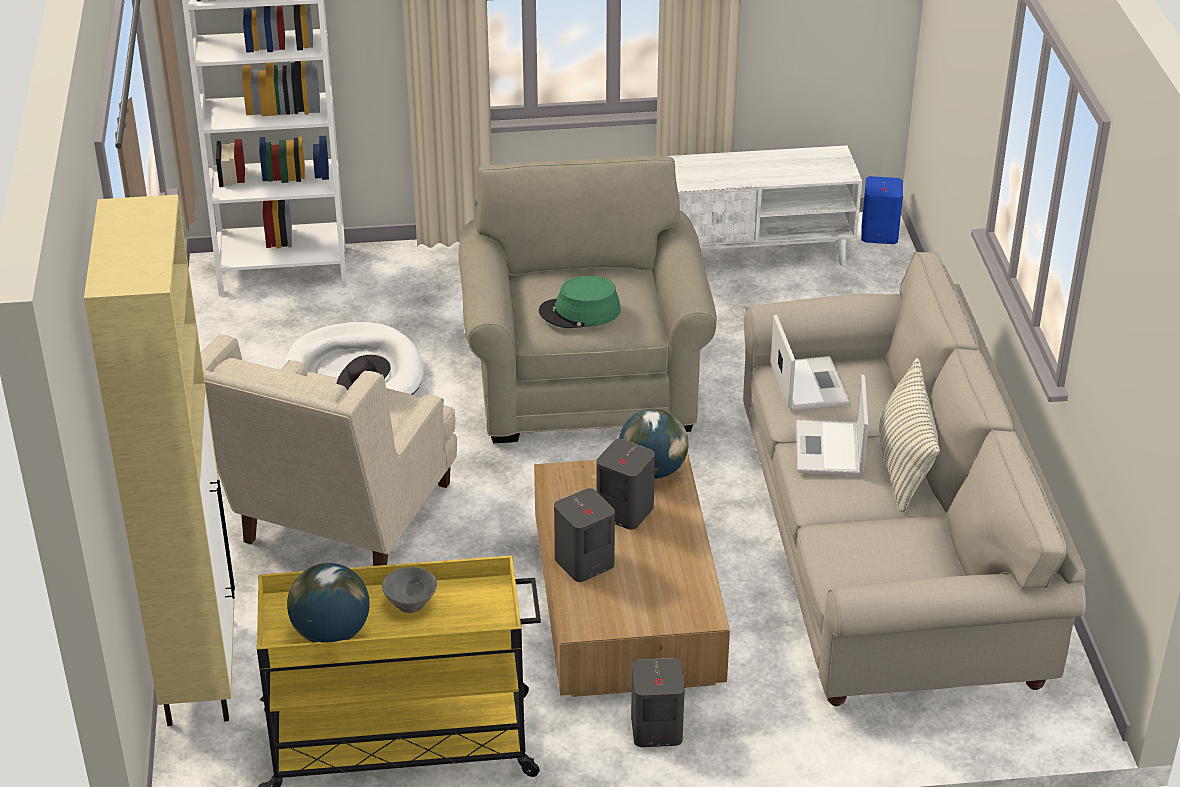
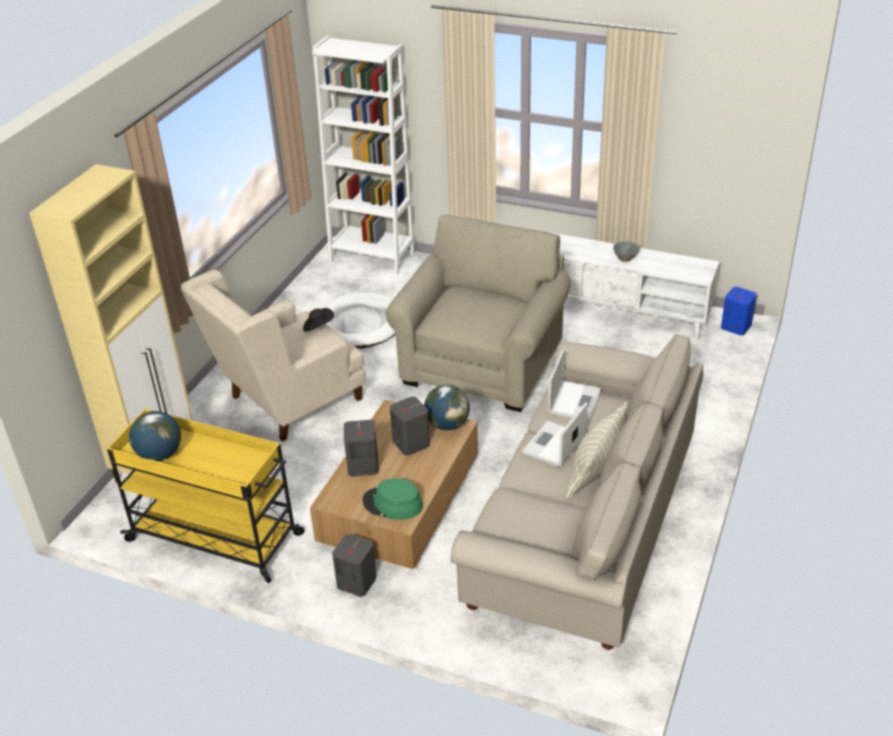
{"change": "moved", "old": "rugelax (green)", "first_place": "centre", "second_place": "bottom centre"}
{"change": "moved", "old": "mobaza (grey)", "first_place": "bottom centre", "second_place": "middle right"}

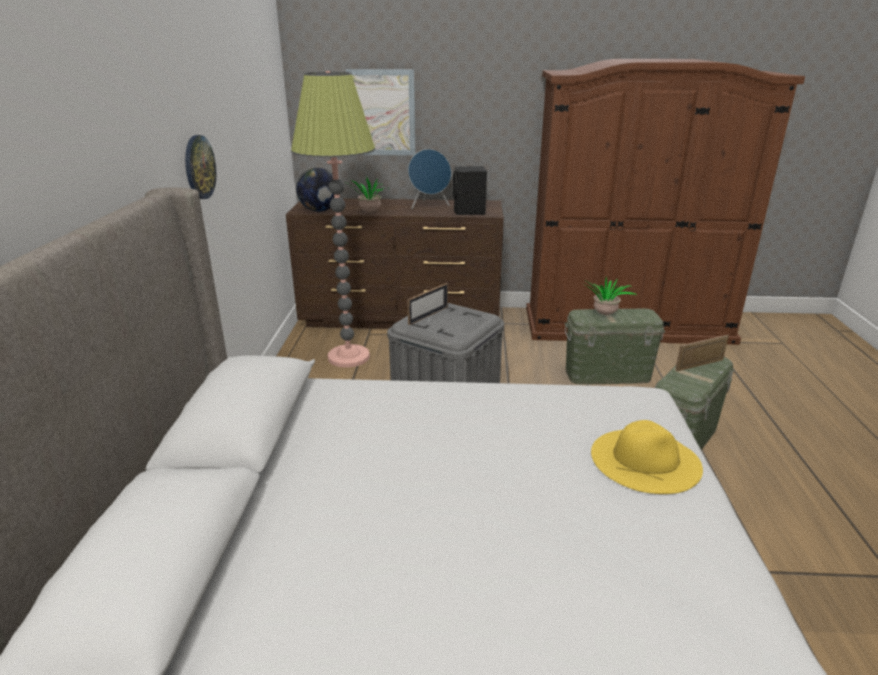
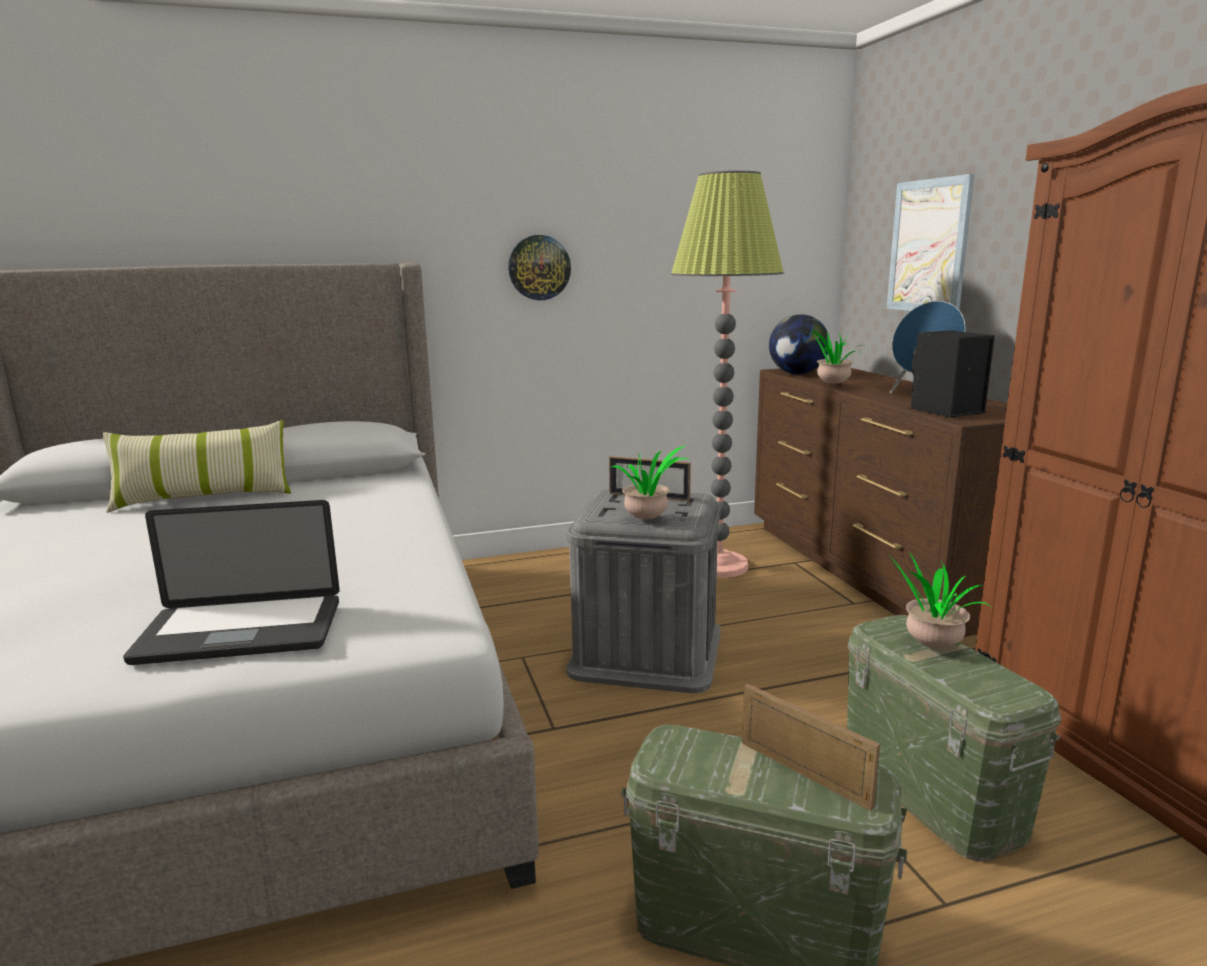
{"change": "replaced", "old": "rugelax (yellow)", "new": "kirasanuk", "first_place": "bottom right", "second_place": "middle left"}
{"change": "added", "new": "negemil", "second_place": "middle left"}
{"change": "added", "new": "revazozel (1st from left)", "second_place": "centre"}

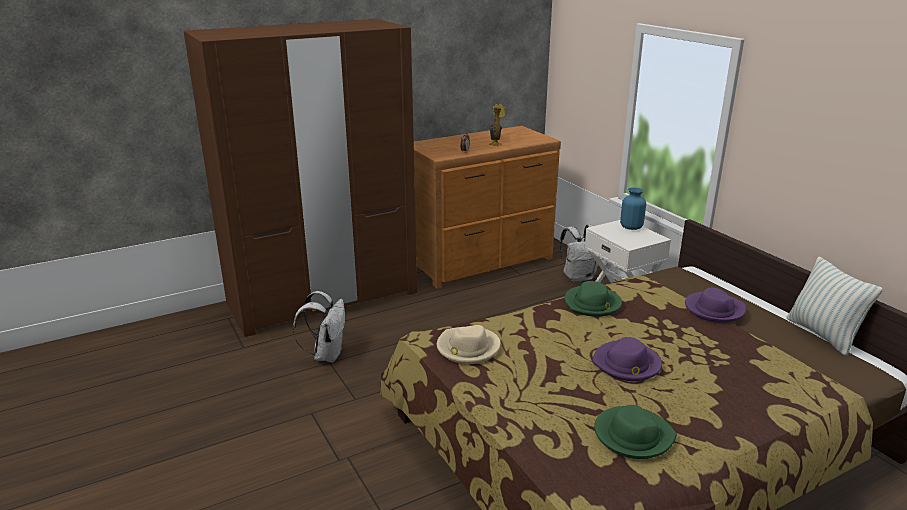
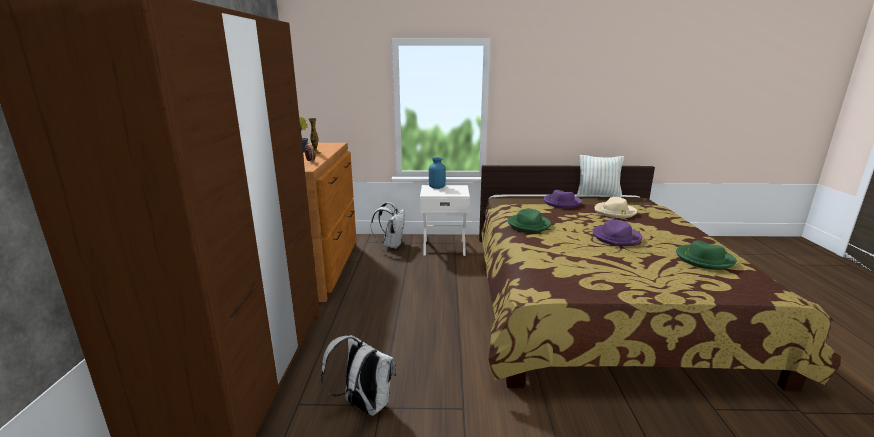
{"change": "moved", "old": "rugelax (beige)", "first_place": "bottom centre", "second_place": "middle right"}

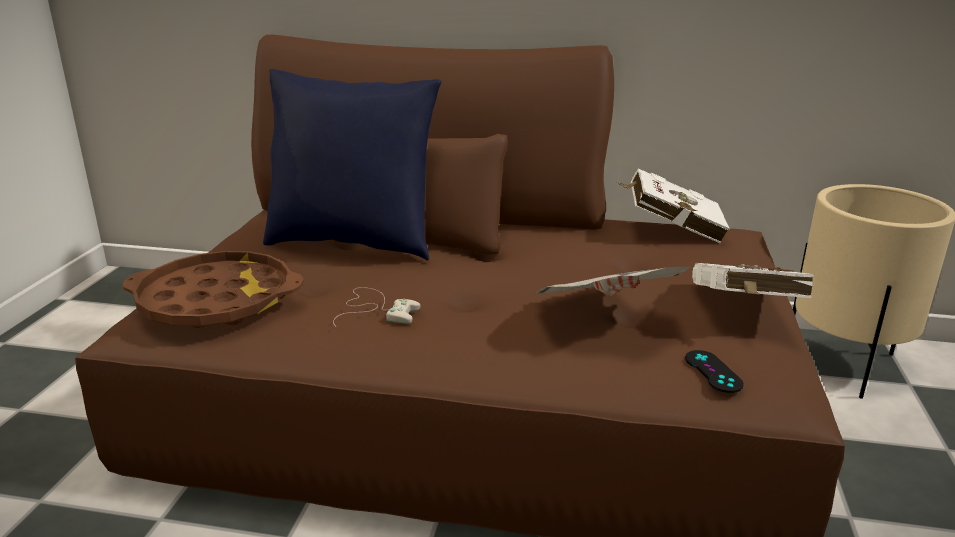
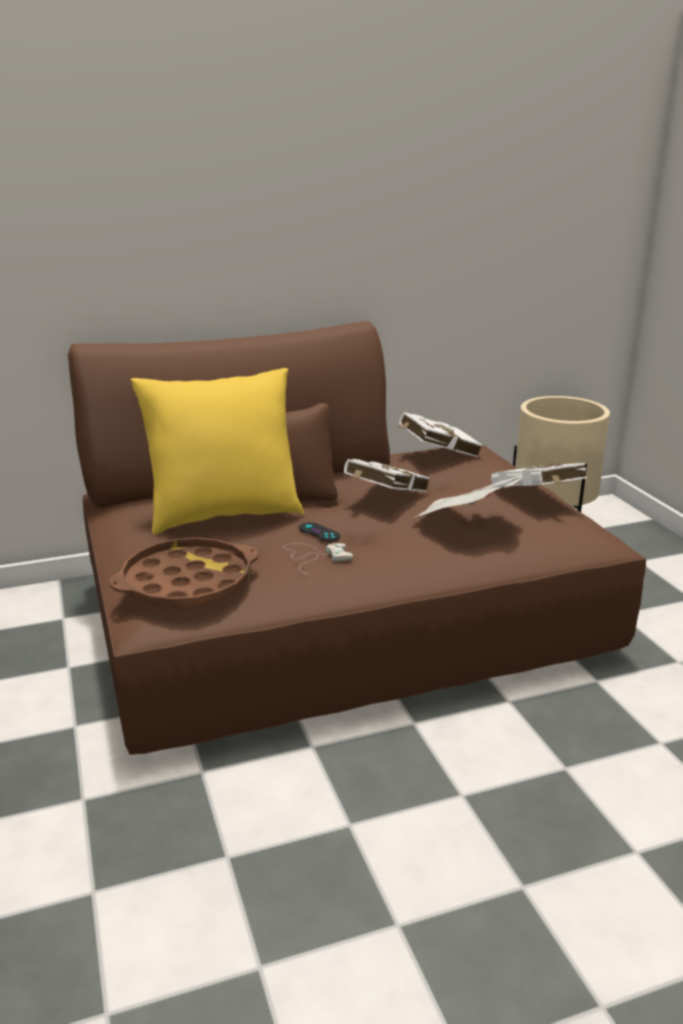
{"change": "recoloured", "old": "negemil (blue)", "new": "negemil (yellow)", "first_place": "top centre", "second_place": "middle left"}
{"change": "moved", "old": "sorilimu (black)", "first_place": "bottom right", "second_place": "centre"}
{"change": "added", "new": "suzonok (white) (1st from left)", "second_place": "centre"}

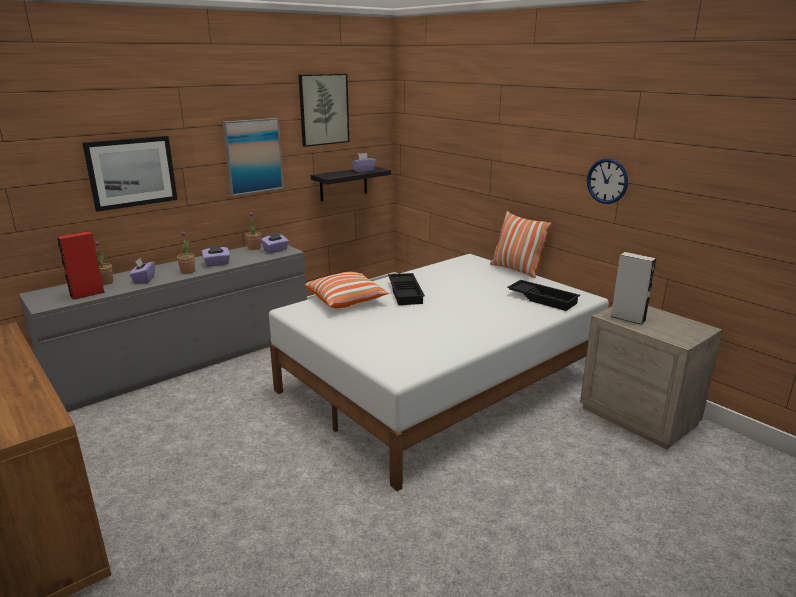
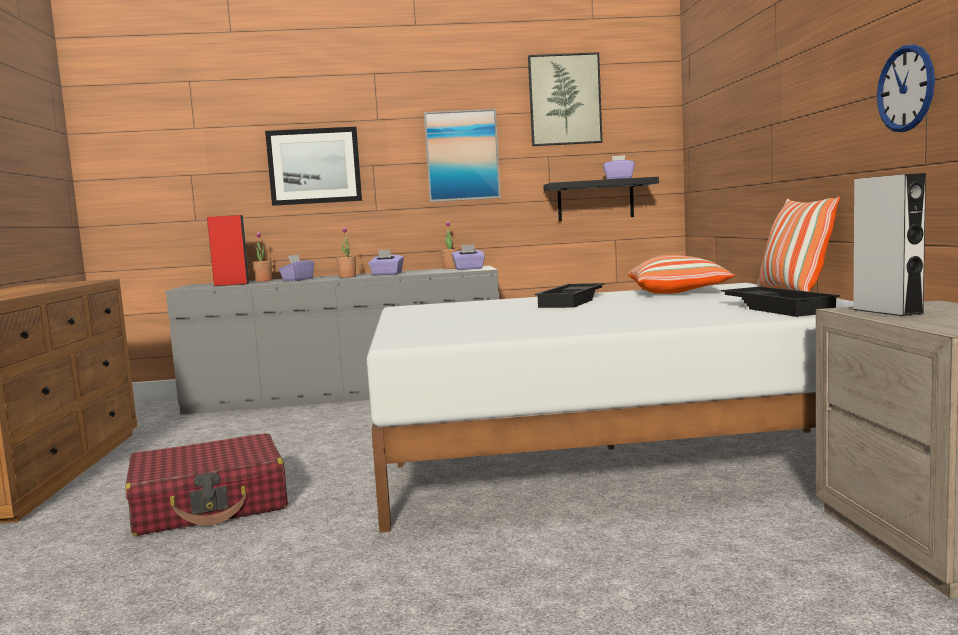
{"change": "moved", "old": "negemil (1st from left)", "first_place": "centre", "second_place": "middle right"}
{"change": "added", "new": "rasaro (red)", "second_place": "bottom left"}

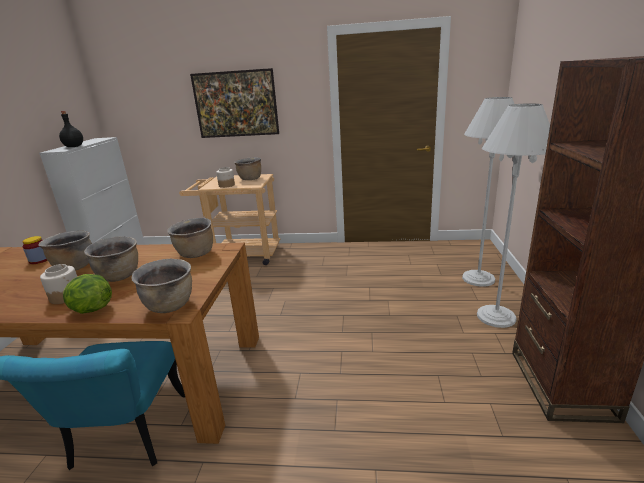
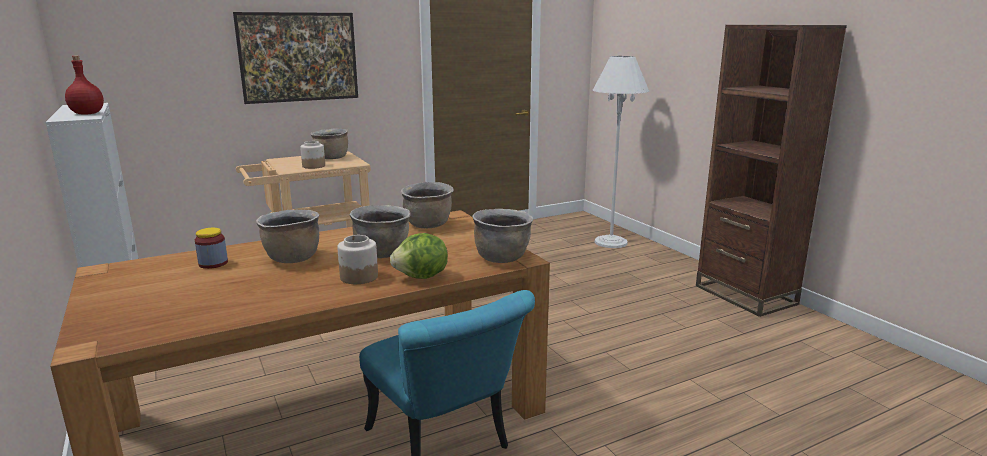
{"change": "removed", "old": "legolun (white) (2nd from left)", "first_place": "middle right"}
{"change": "recoloured", "old": "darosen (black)", "new": "darosen (red)", "first_place": "top left", "second_place": "top left"}

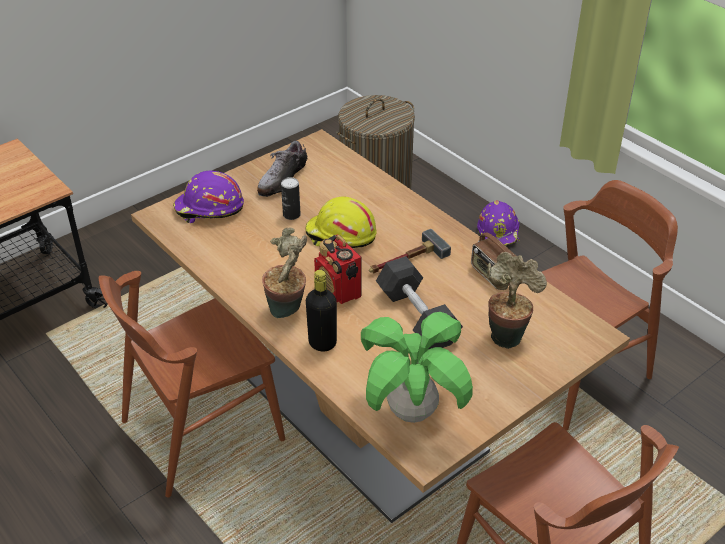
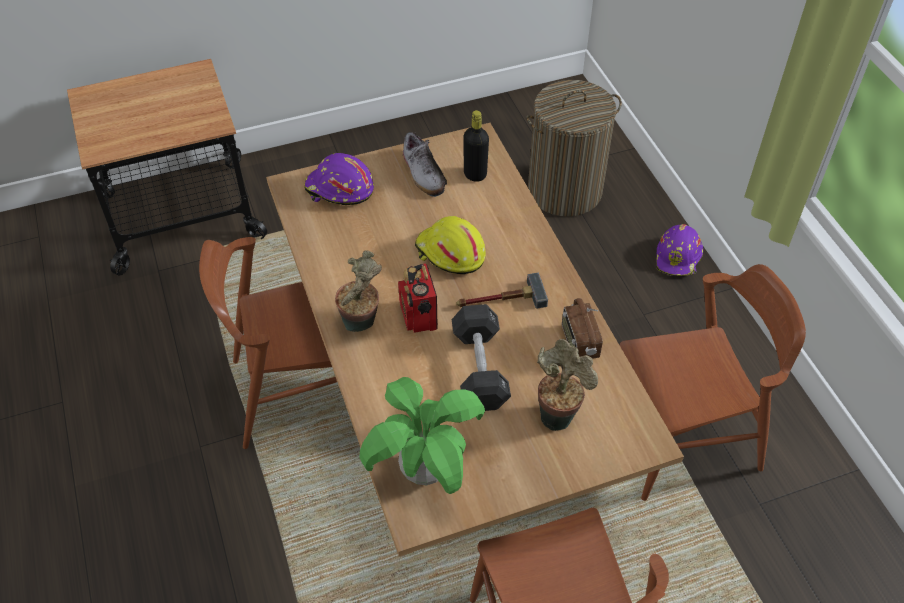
{"change": "turned", "old": "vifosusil", "first_place": "top centre", "second_place": "top centre", "degrees": -75}
{"change": "removed", "old": "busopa", "first_place": "centre"}
{"change": "moved", "old": "darosen (black)", "first_place": "centre", "second_place": "top centre"}

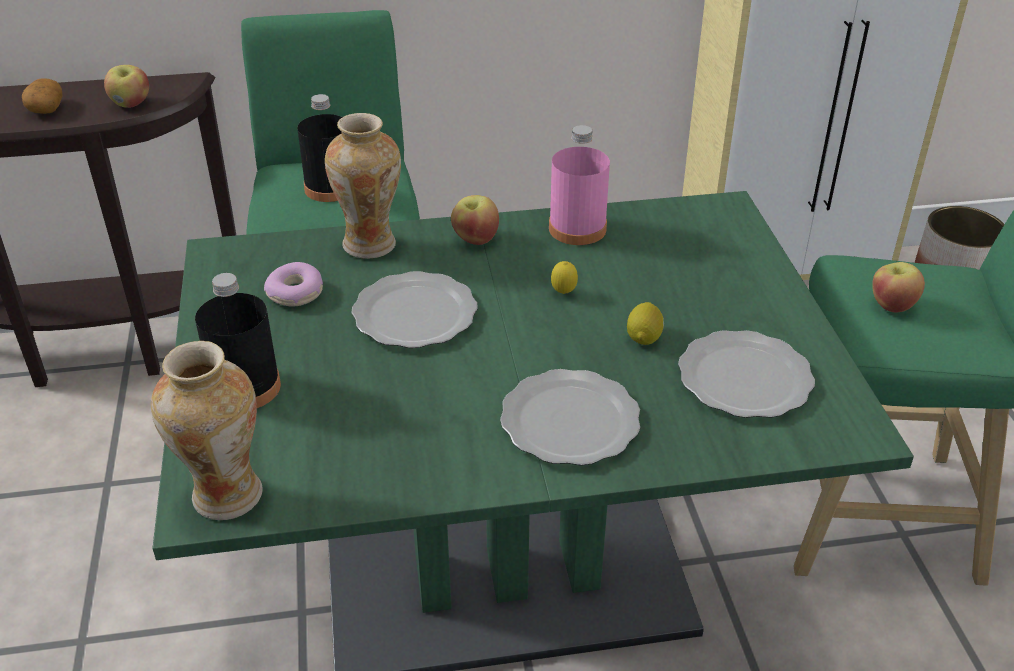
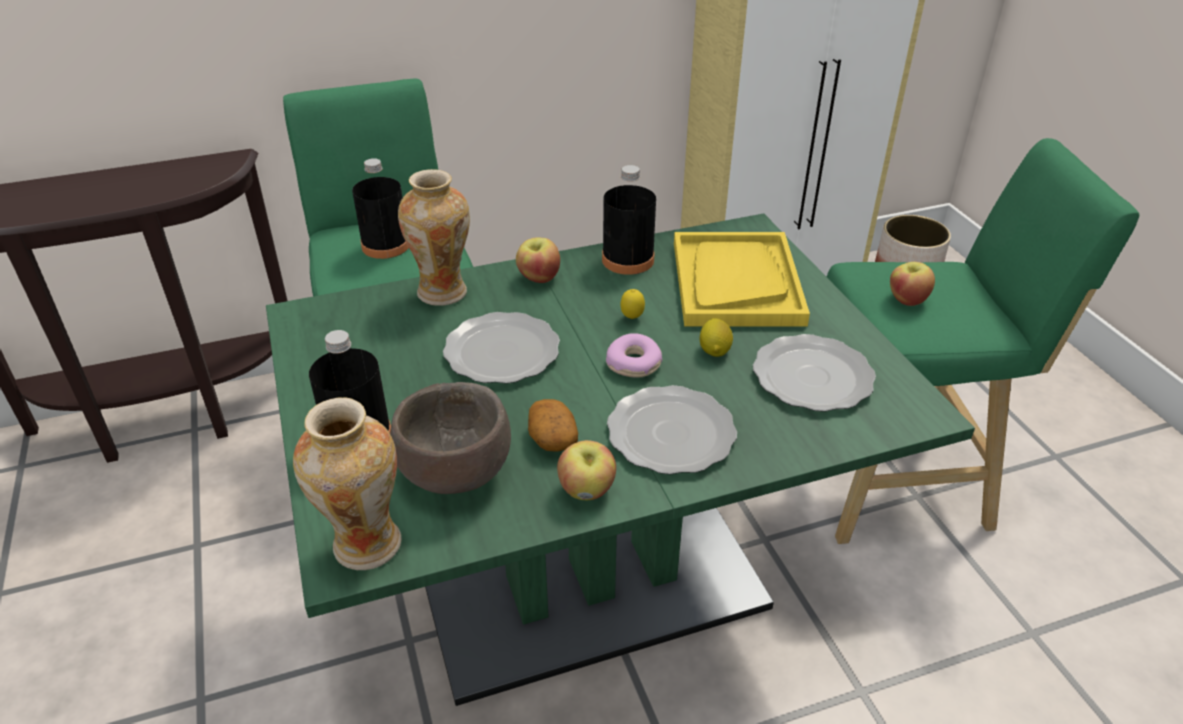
{"change": "moved", "old": "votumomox (1st from left in the first image)", "new": "votumomox (2nd from left)", "first_place": "top left", "second_place": "centre"}
{"change": "moved", "old": "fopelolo", "first_place": "top left", "second_place": "centre"}
{"change": "recoloured", "old": "darosen (pink)", "new": "darosen (black) (3rd from left)", "first_place": "top centre", "second_place": "top centre"}
{"change": "moved", "old": "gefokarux", "first_place": "middle left", "second_place": "centre"}
{"change": "added", "new": "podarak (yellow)", "second_place": "centre"}
{"change": "added", "new": "mobaza (brown)", "second_place": "centre"}

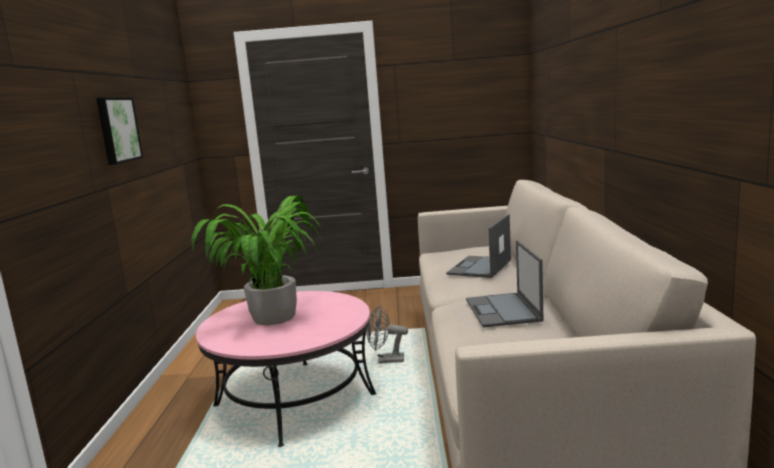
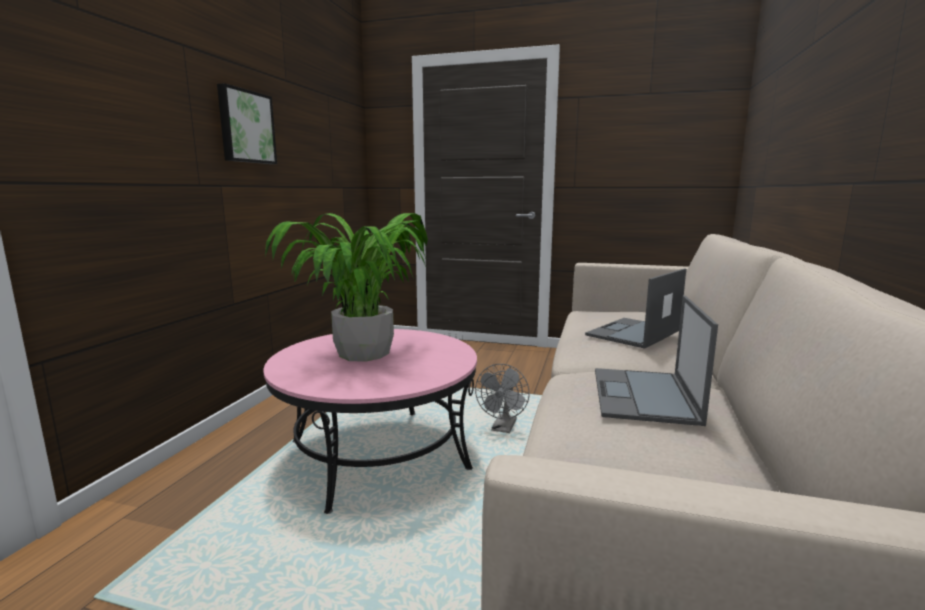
{"change": "turned", "old": "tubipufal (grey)", "first_place": "bottom centre", "second_place": "centre", "degrees": -90}

